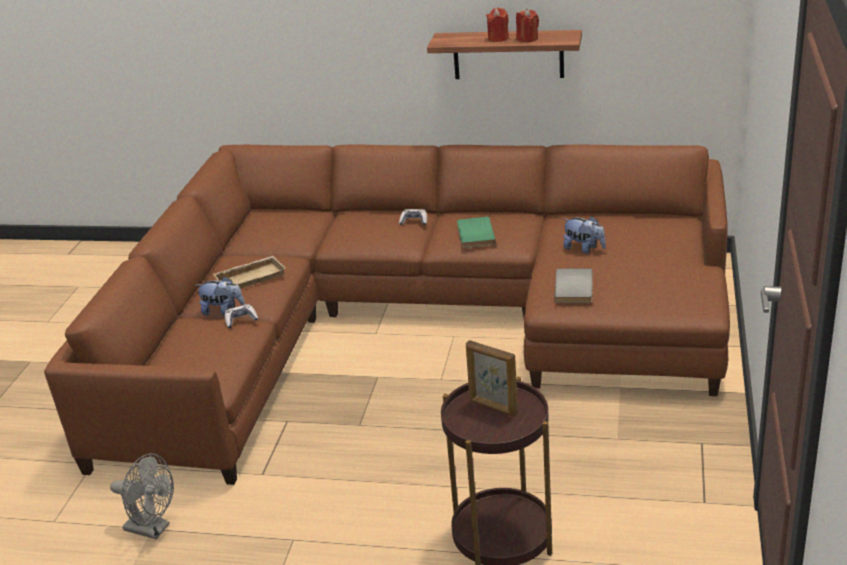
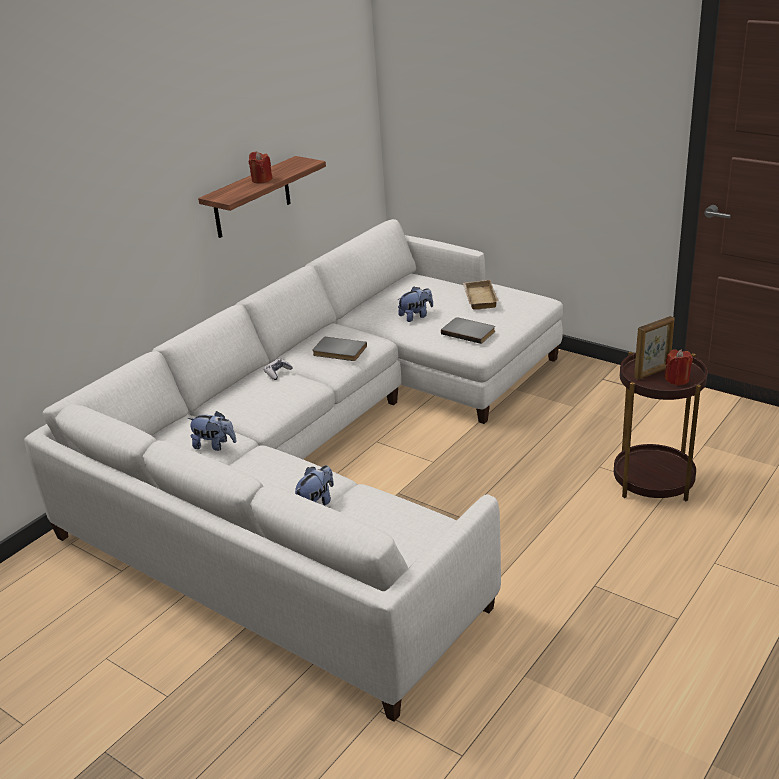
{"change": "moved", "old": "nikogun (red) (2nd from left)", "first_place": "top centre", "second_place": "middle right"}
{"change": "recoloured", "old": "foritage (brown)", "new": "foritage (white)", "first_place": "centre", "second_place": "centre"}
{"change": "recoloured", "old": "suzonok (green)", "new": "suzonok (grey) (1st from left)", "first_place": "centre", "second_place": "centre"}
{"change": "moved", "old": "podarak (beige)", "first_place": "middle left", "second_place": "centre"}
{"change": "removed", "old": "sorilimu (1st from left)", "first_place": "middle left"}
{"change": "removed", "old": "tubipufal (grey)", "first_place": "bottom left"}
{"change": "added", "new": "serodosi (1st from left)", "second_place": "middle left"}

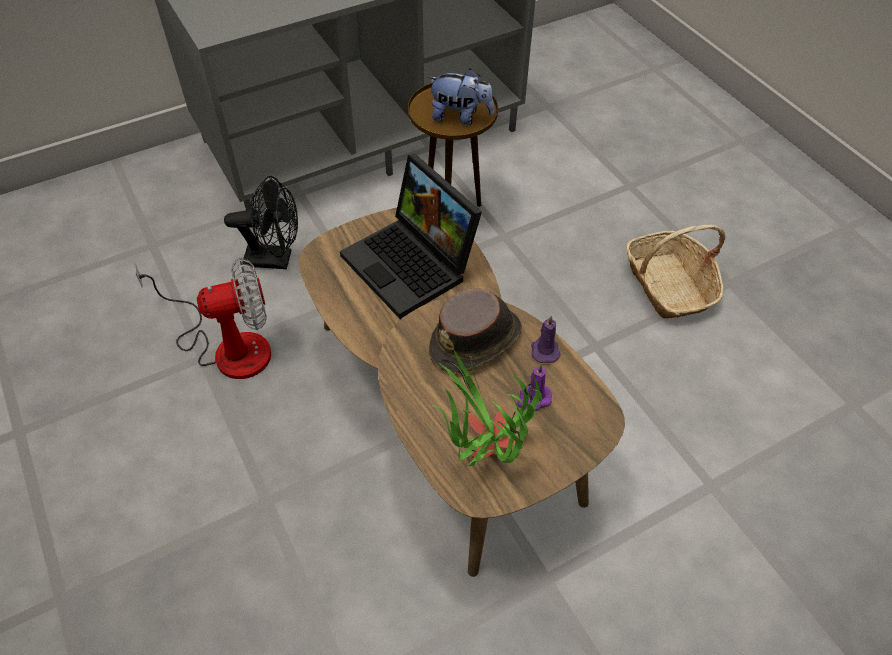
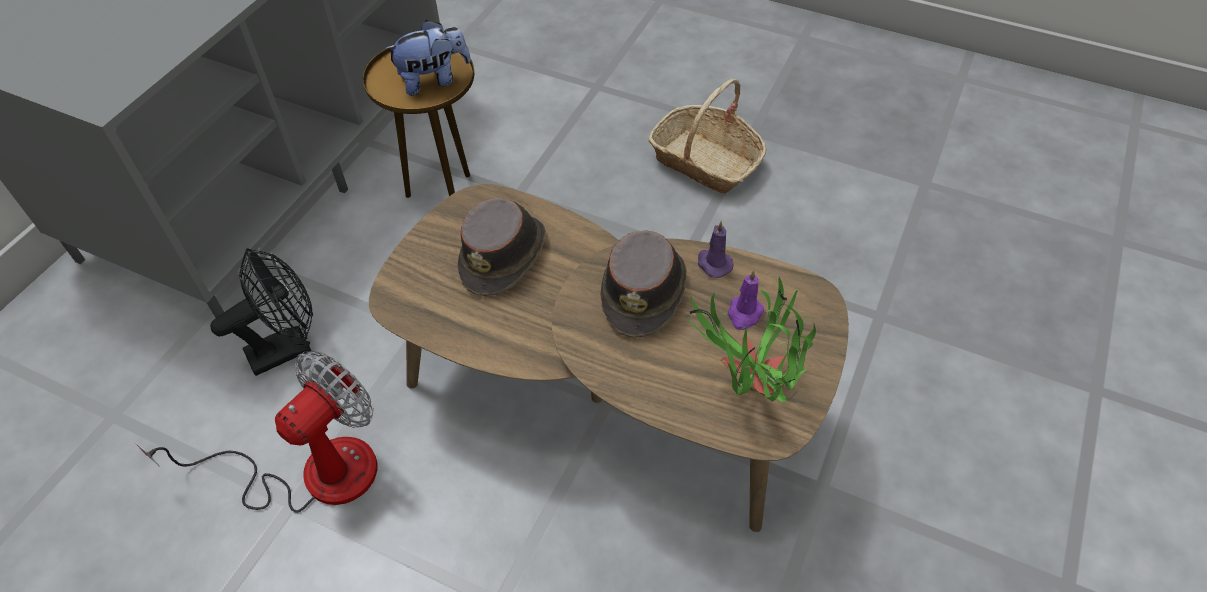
{"change": "replaced", "old": "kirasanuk", "new": "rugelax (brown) (1st from left)", "first_place": "centre", "second_place": "centre"}

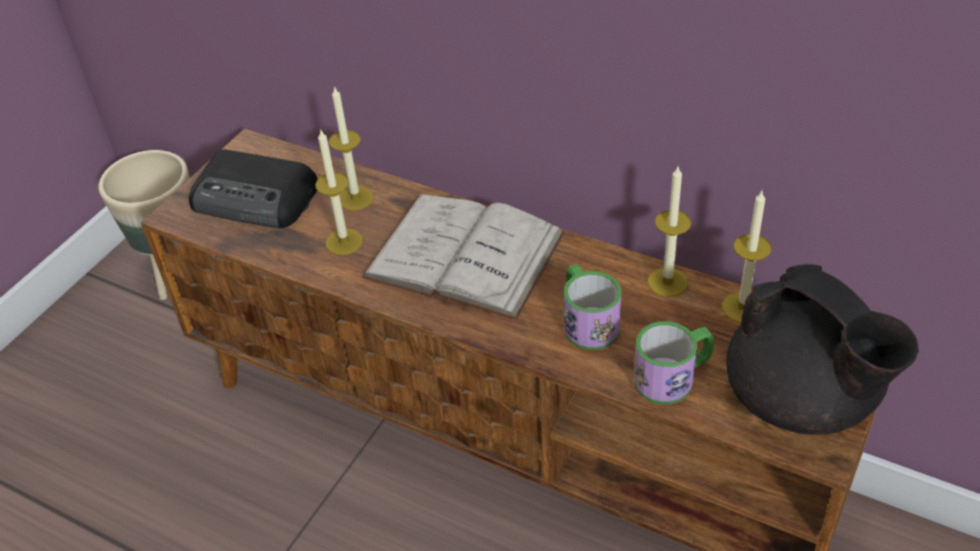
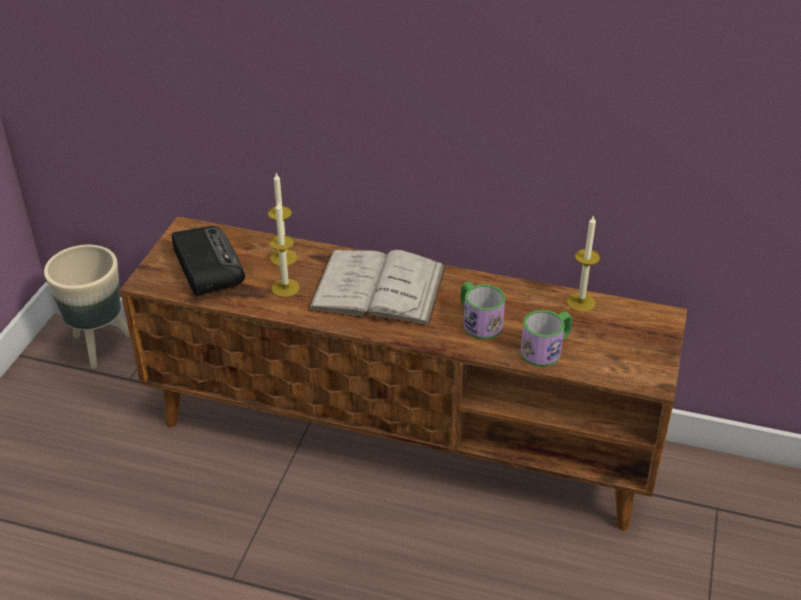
{"change": "turned", "old": "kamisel", "first_place": "middle left", "second_place": "middle left", "degrees": -120}
{"change": "removed", "old": "nikogun (3rd from left)", "first_place": "middle right"}
{"change": "removed", "old": "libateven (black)", "first_place": "middle right"}

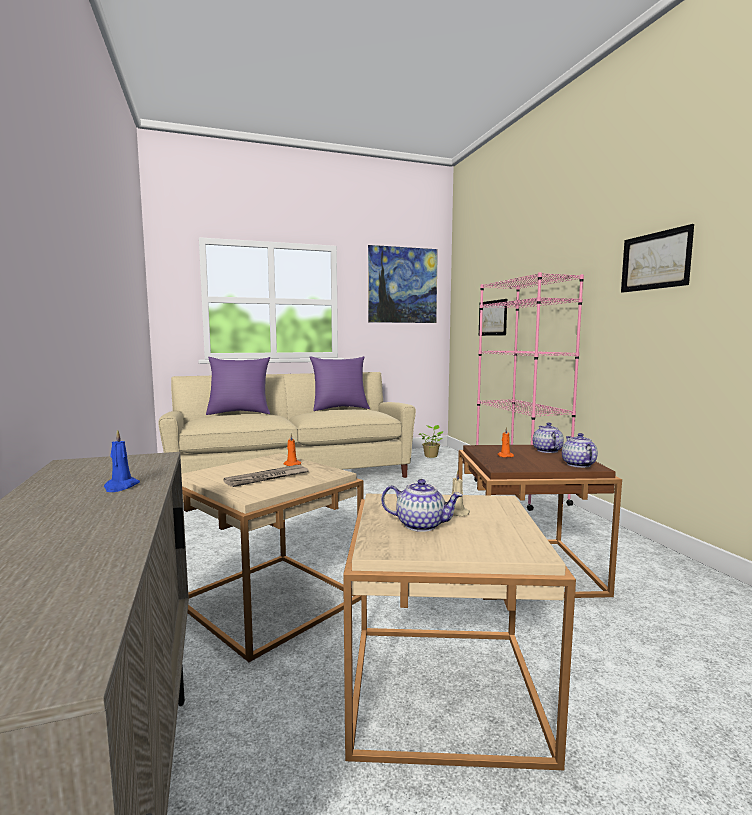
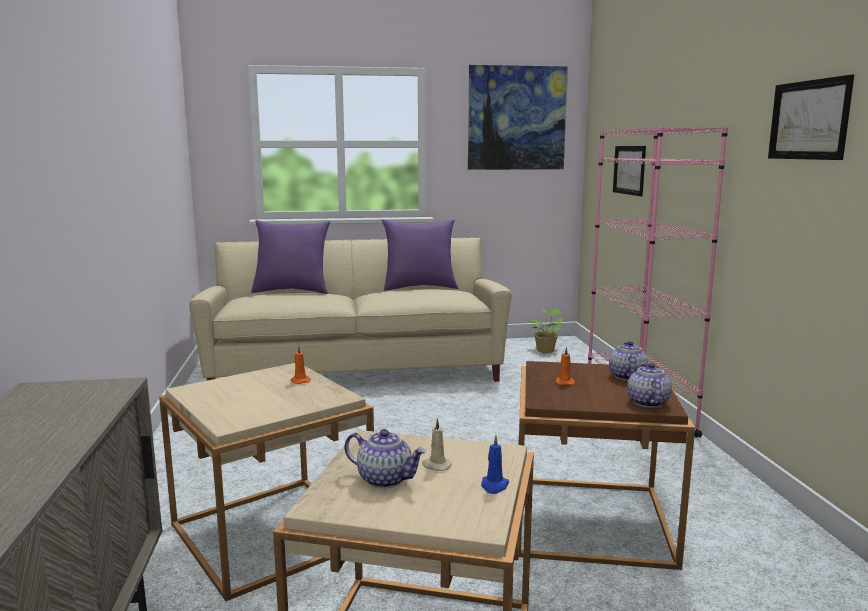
{"change": "moved", "old": "nikogun (blue)", "first_place": "middle left", "second_place": "bottom centre"}
{"change": "removed", "old": "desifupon", "first_place": "centre"}

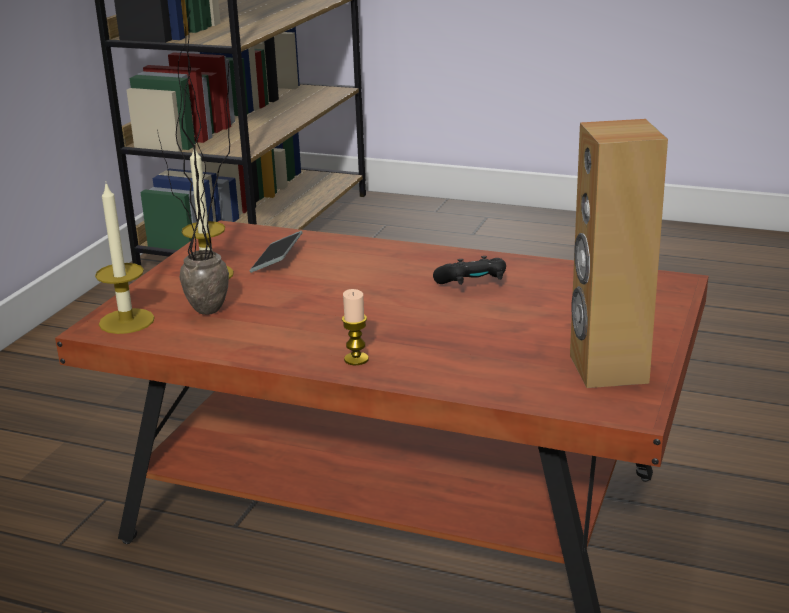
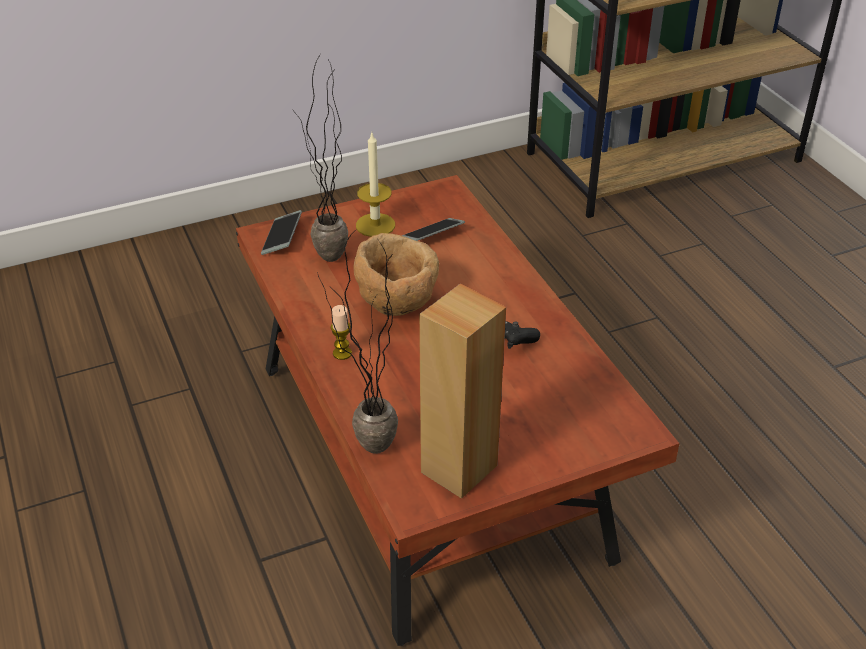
{"change": "replaced", "old": "nikogun (1st from left)", "new": "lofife (1st from left)", "first_place": "middle left", "second_place": "middle left"}
{"change": "added", "new": "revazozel (2nd from left)", "second_place": "centre"}
{"change": "added", "new": "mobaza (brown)", "second_place": "centre"}

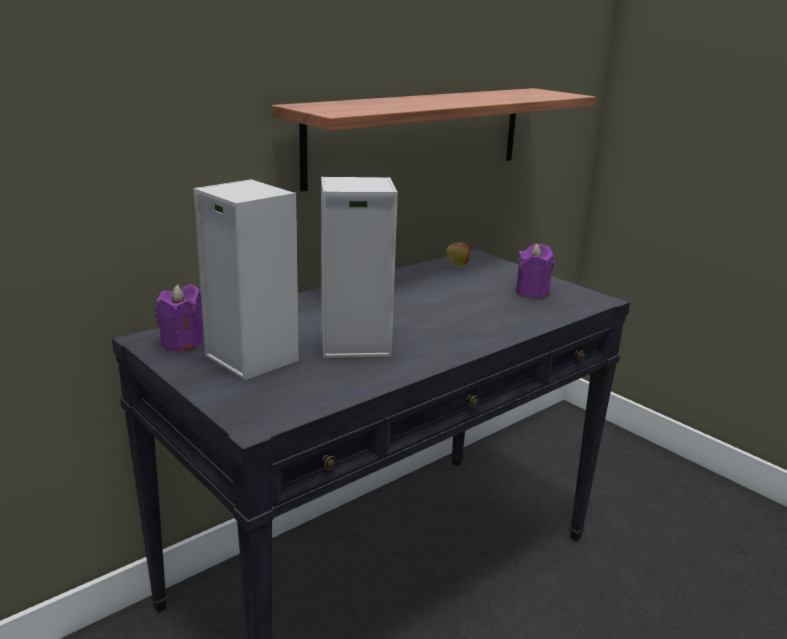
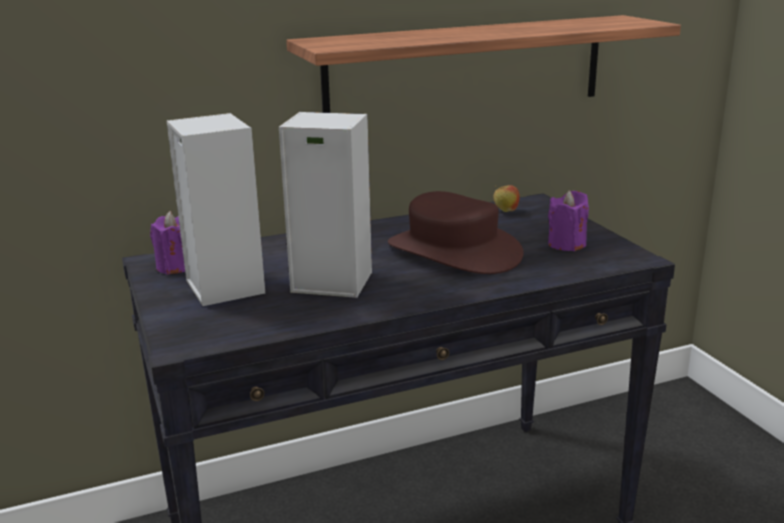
{"change": "added", "new": "rugelax (brown)", "second_place": "centre"}

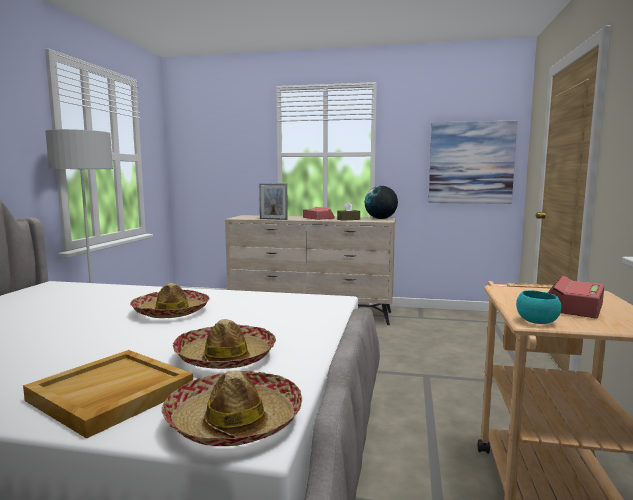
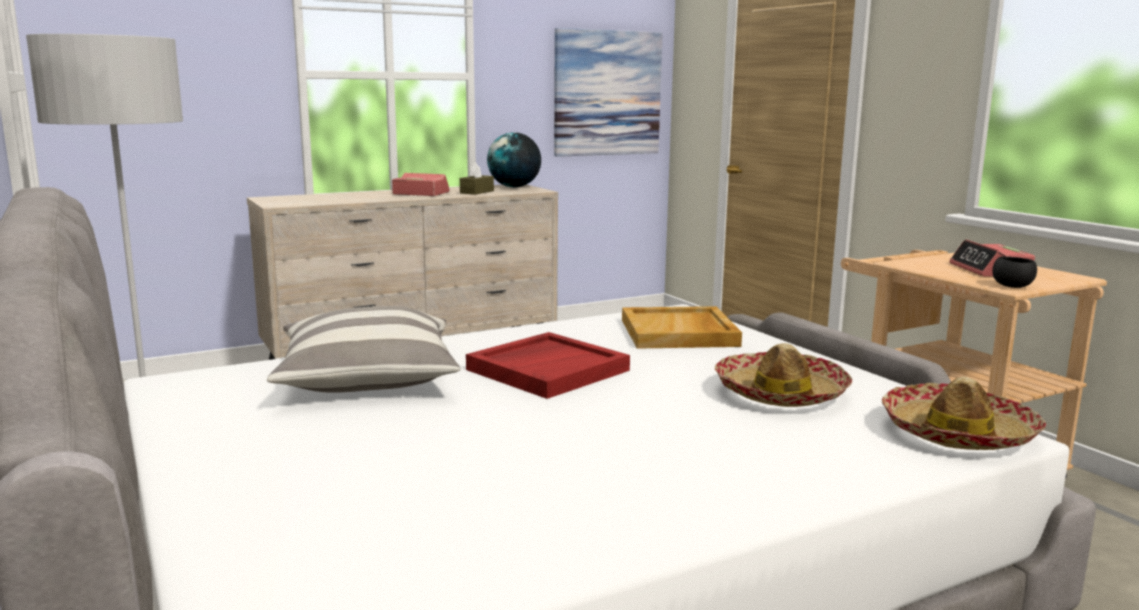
{"change": "removed", "old": "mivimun", "first_place": "centre"}
{"change": "replaced", "old": "rugelax (1st from left)", "new": "podarak (red)", "first_place": "middle left", "second_place": "centre"}
{"change": "recoloured", "old": "mobaza (turquoise)", "new": "mobaza (black)", "first_place": "middle right", "second_place": "middle right"}
{"change": "moved", "old": "podarak (beige)", "first_place": "bottom left", "second_place": "centre"}
{"change": "added", "new": "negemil", "second_place": "middle left"}

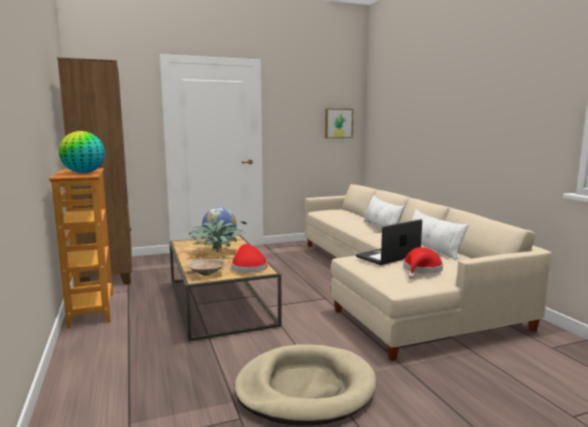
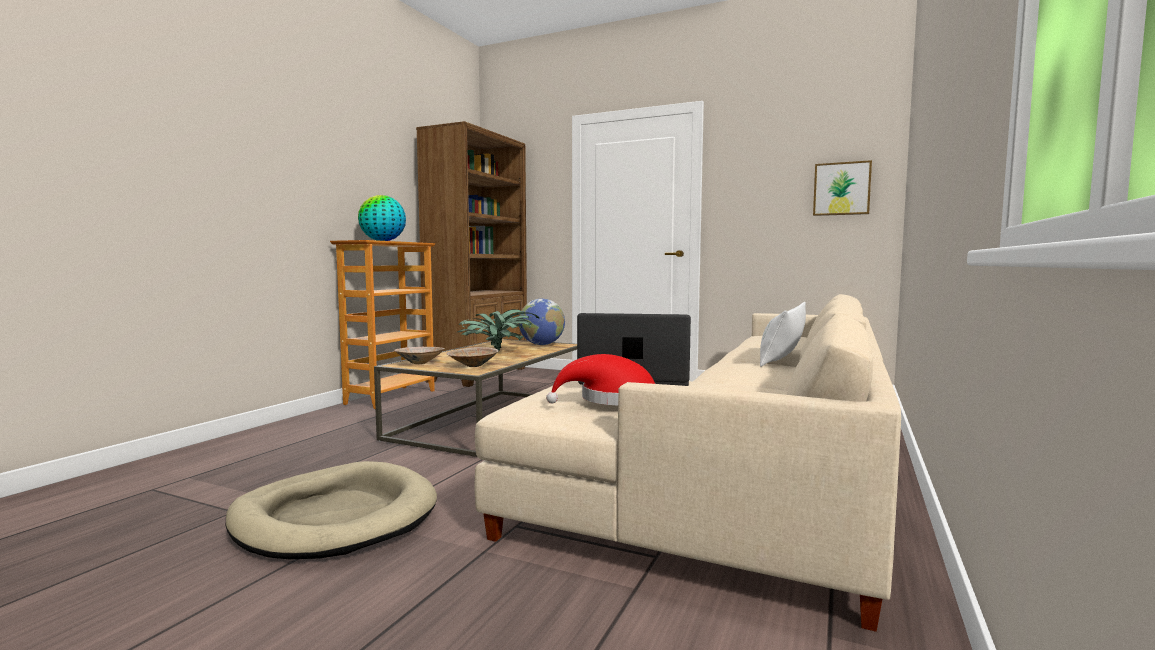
{"change": "removed", "old": "negemil (white) (2nd from left)", "first_place": "middle right"}
{"change": "replaced", "old": "rugelax (red) (1st from left)", "new": "mobaza (beige) (2nd from left)", "first_place": "centre", "second_place": "centre"}

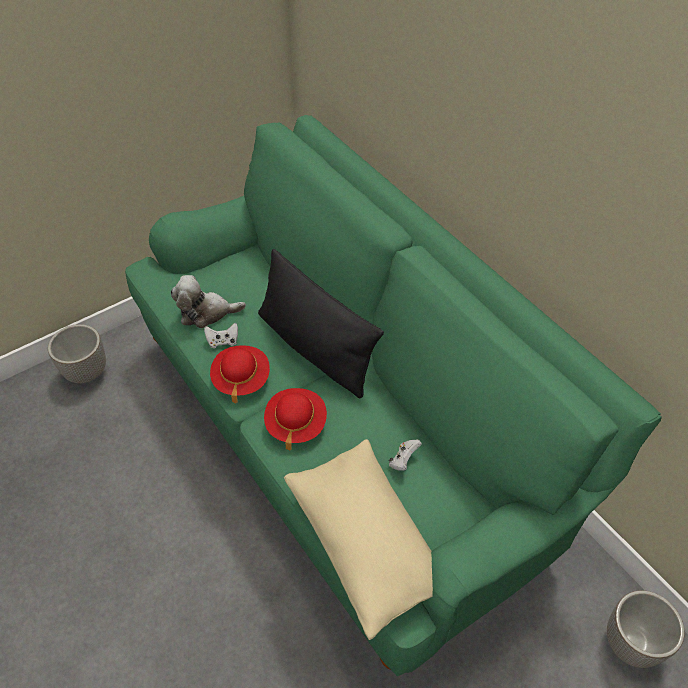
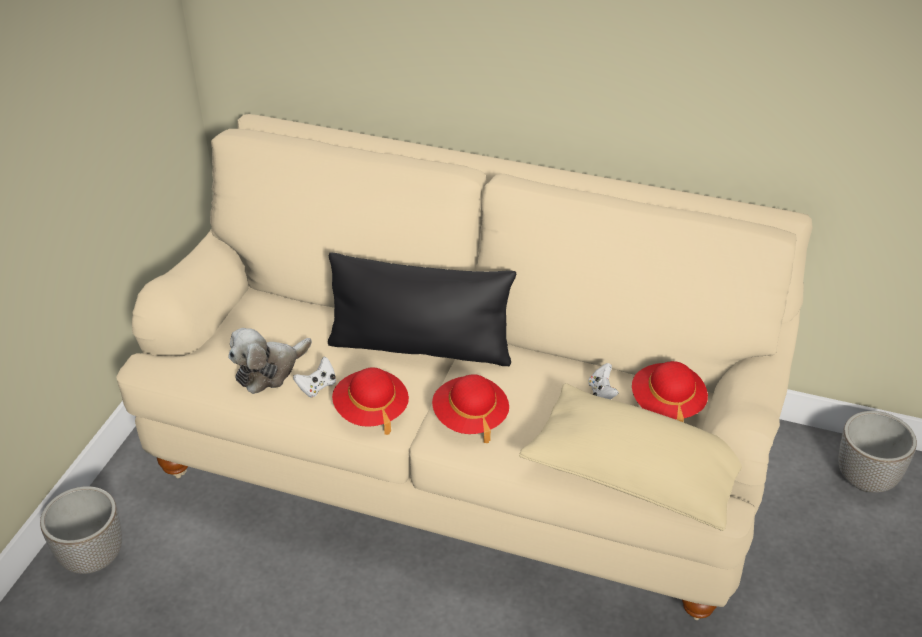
{"change": "recoloured", "old": "foritage (green)", "new": "foritage (beige)", "first_place": "centre", "second_place": "centre"}
{"change": "added", "new": "rugelax (red) (3rd from left)", "second_place": "middle right"}

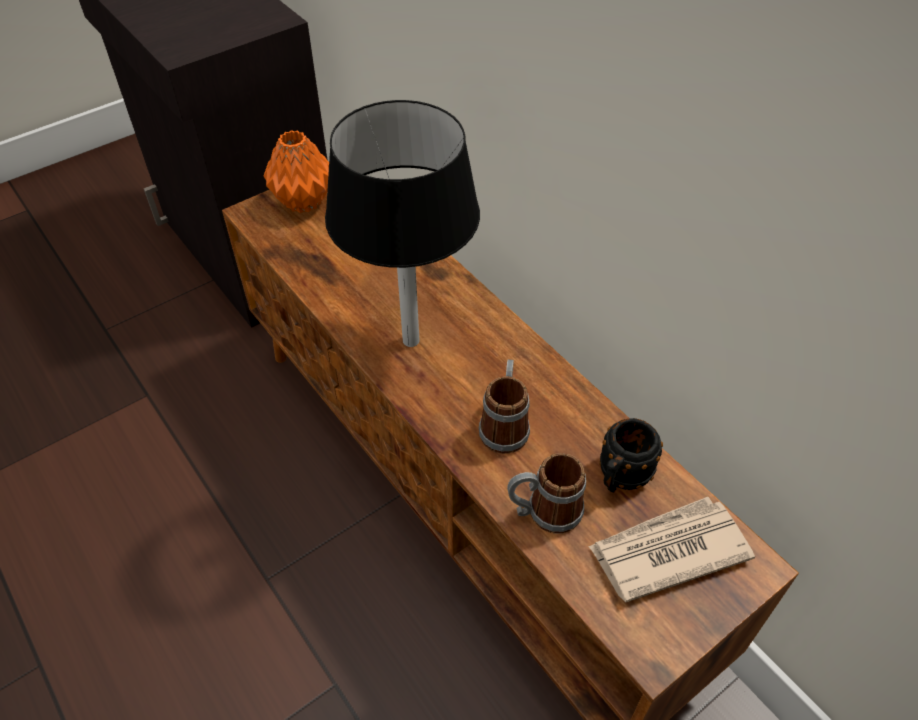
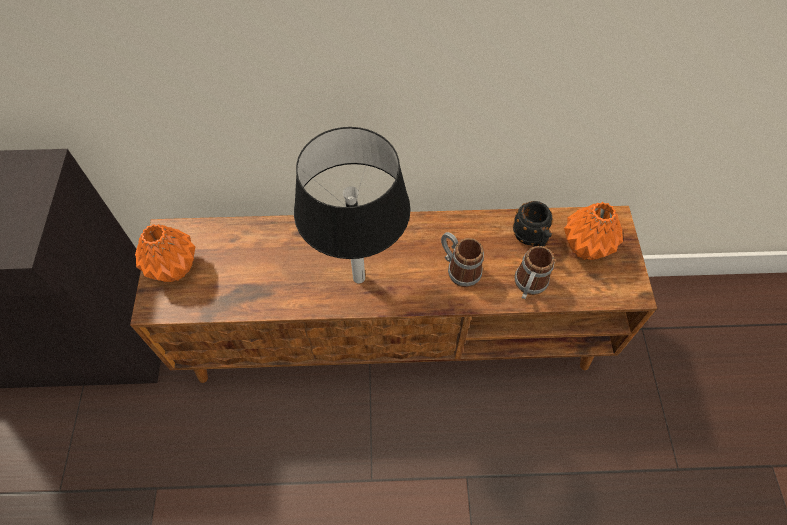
{"change": "replaced", "old": "desifupon", "new": "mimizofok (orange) (2nd from left)", "first_place": "bottom right", "second_place": "middle right"}

